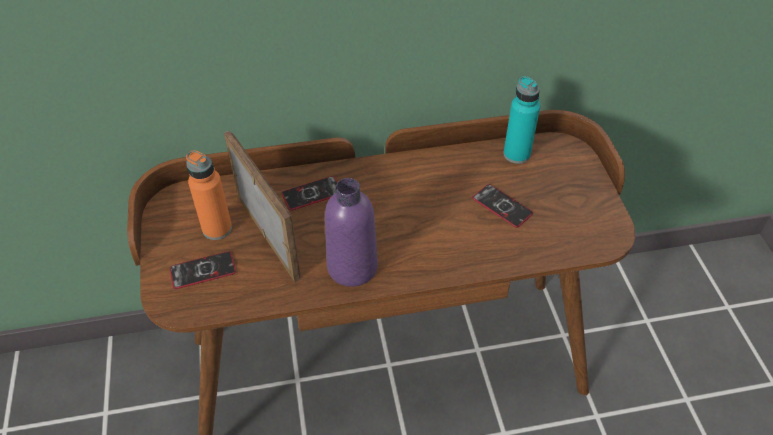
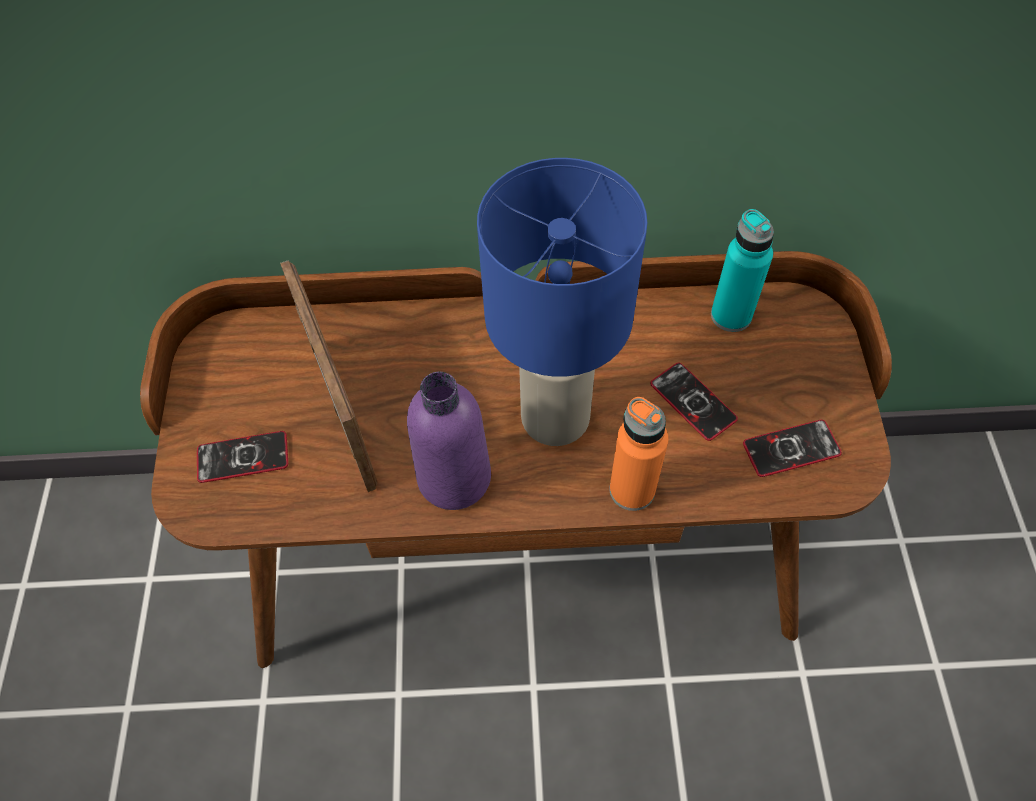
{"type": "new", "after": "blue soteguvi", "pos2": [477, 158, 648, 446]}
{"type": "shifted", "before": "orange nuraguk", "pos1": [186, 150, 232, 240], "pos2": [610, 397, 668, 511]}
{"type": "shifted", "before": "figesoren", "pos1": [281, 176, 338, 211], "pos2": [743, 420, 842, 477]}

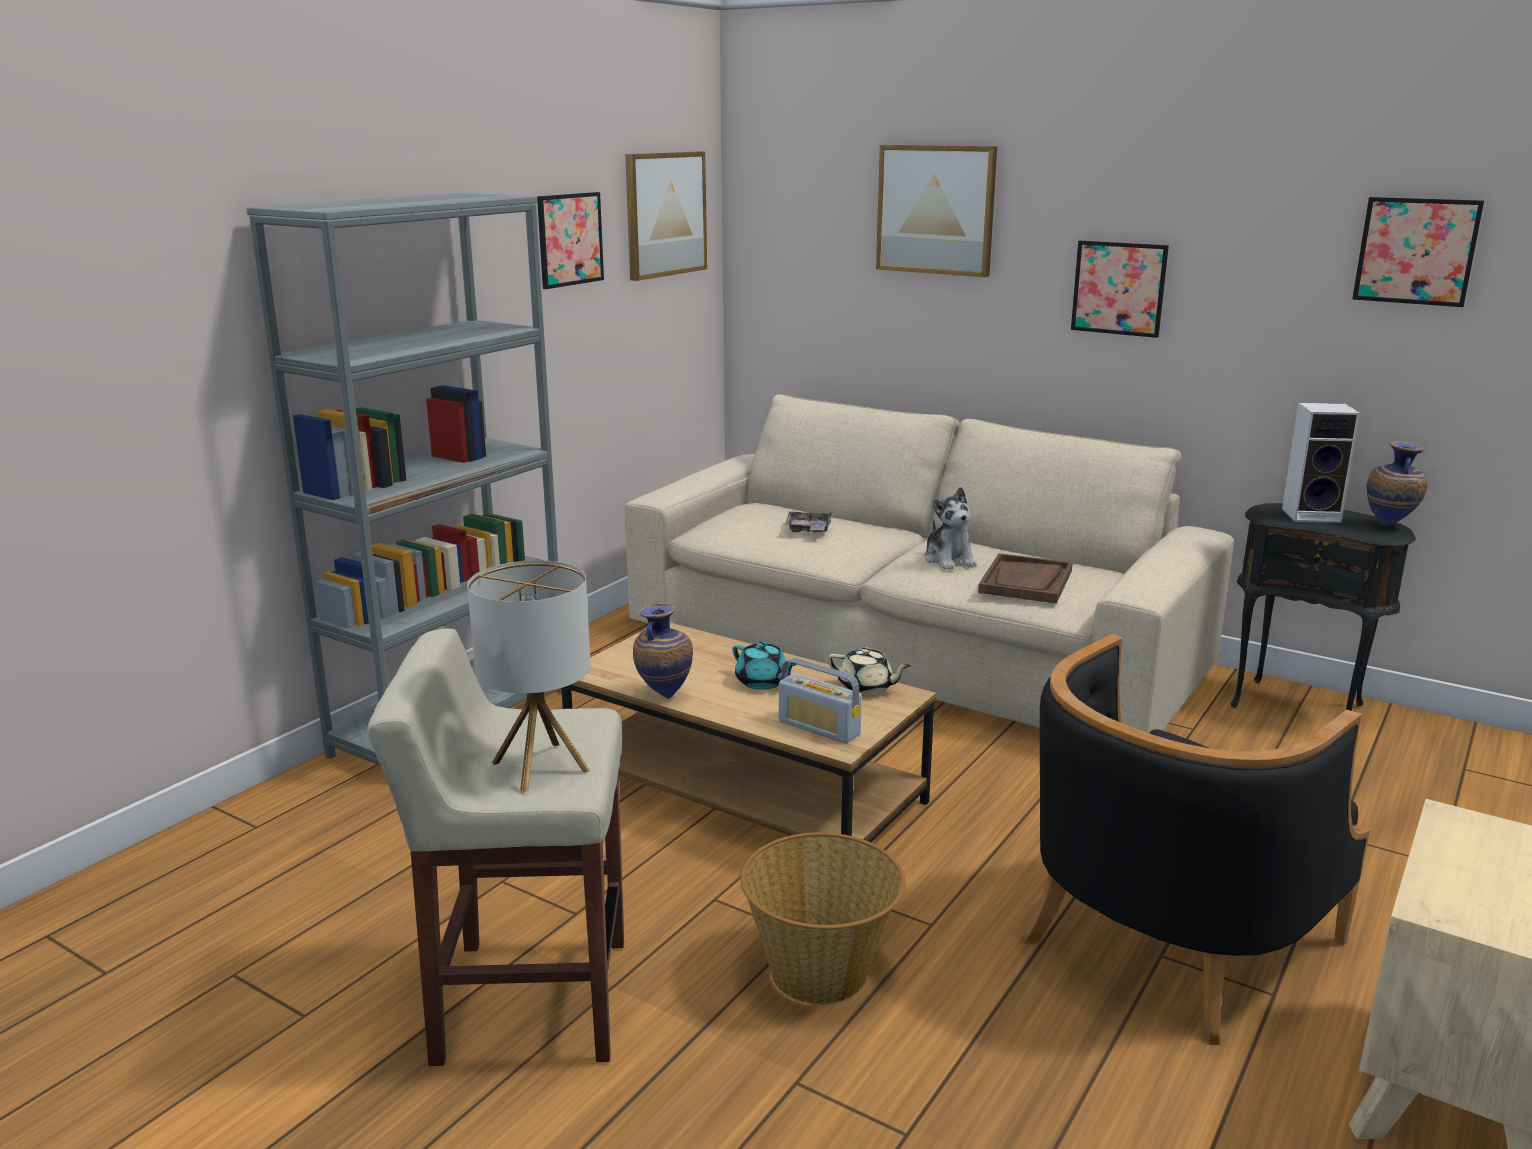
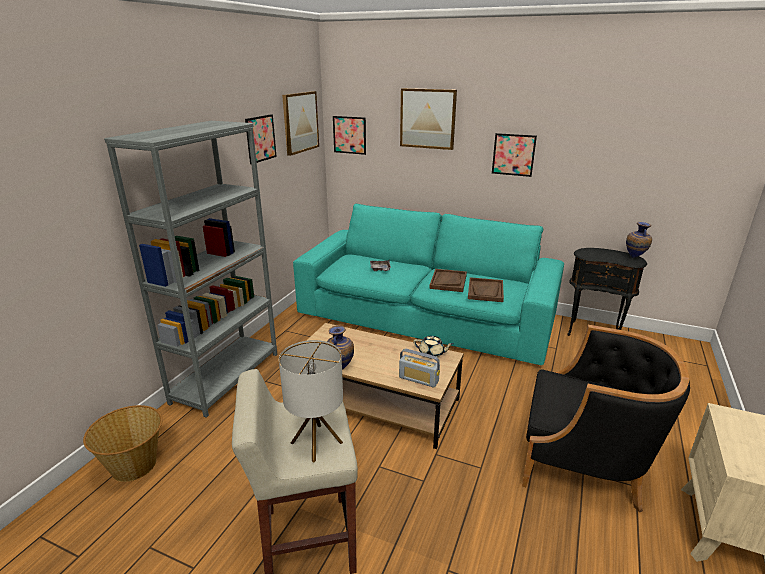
{"type": "gone", "before": "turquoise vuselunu", "pos1": [732, 642, 797, 690]}
{"type": "gone", "before": "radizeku", "pos1": [1282, 403, 1360, 523]}
{"type": "shifted", "before": "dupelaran", "pos1": [740, 832, 906, 1005], "pos2": [83, 405, 163, 482]}
{"type": "shifted", "before": "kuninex", "pos1": [1352, 197, 1484, 307], "pos2": [333, 116, 366, 155]}
{"type": "swapped", "before": "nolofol", "after": "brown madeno", "pos1": [924, 487, 977, 570], "pos2": [429, 269, 467, 292]}
{"type": "repainted", "before": "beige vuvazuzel", "after": "turquoise vuvazuzel", "pos1": [625, 394, 1234, 733], "pos2": [293, 204, 564, 365]}
{"type": "rotated", "before": "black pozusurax", "pos1": [1022, 633, 1370, 1045], "pos2": [522, 325, 690, 513], "turn": -105}

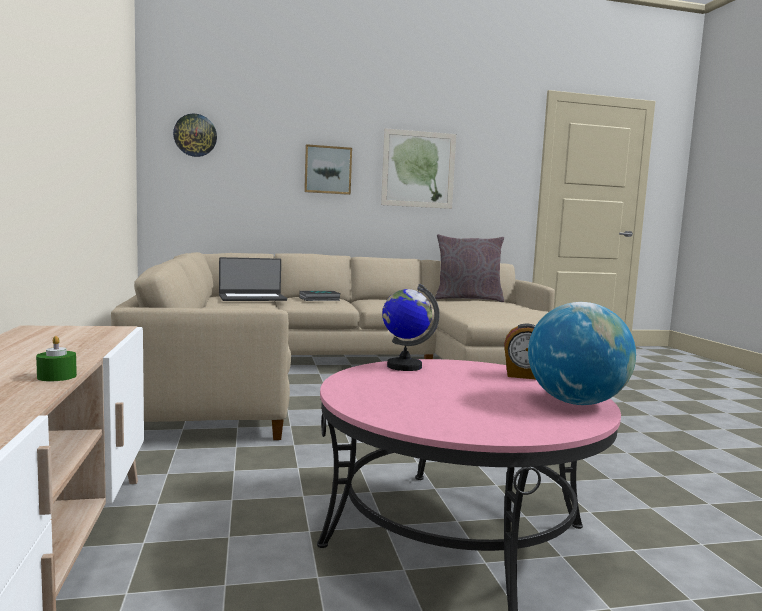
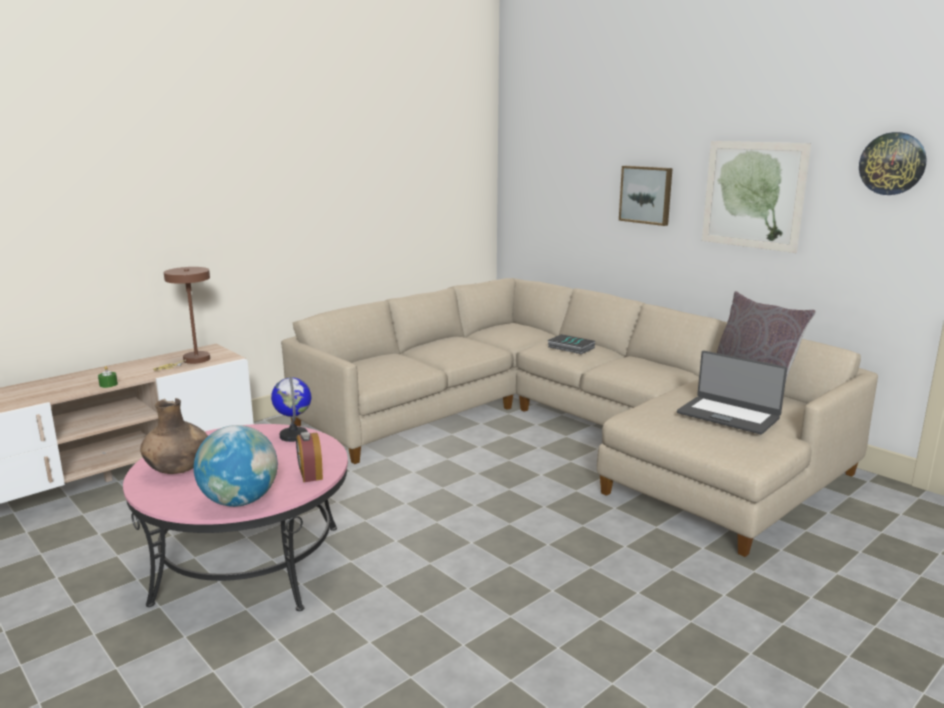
{"type": "new", "after": "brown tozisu", "pos2": [140, 398, 208, 474]}
{"type": "new", "after": "brown soteguvi", "pos2": [153, 267, 210, 371]}
{"type": "shifted", "before": "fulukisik", "pos1": [173, 114, 217, 157], "pos2": [859, 132, 927, 195]}
{"type": "shifted", "before": "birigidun", "pos1": [219, 257, 287, 301], "pos2": [677, 351, 787, 435]}

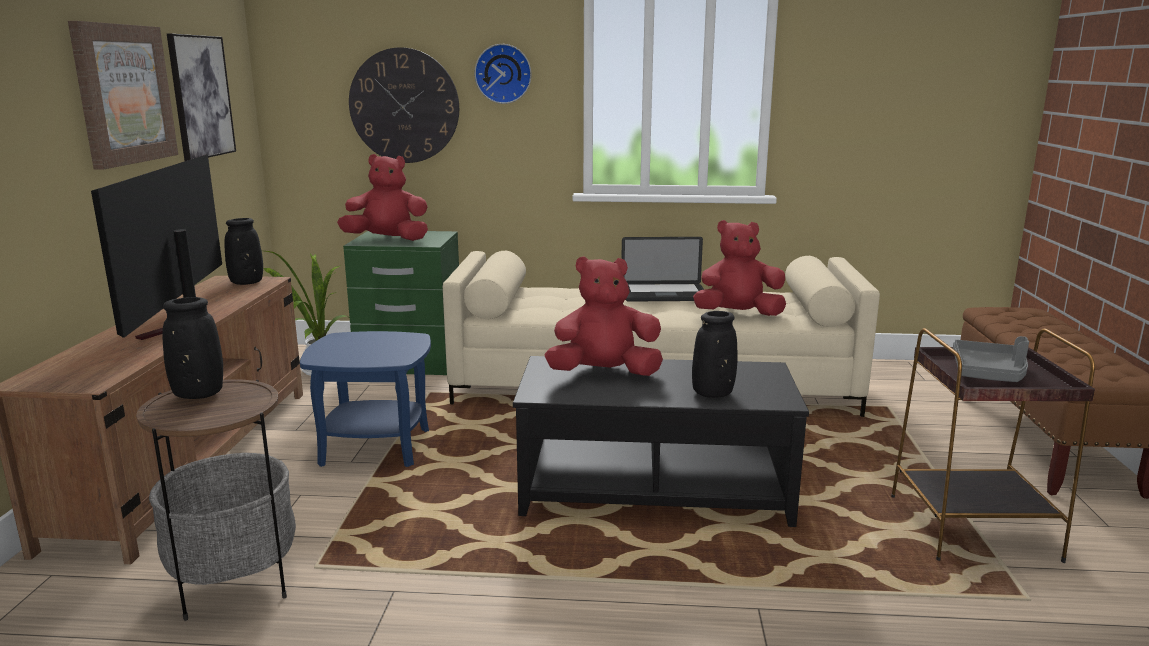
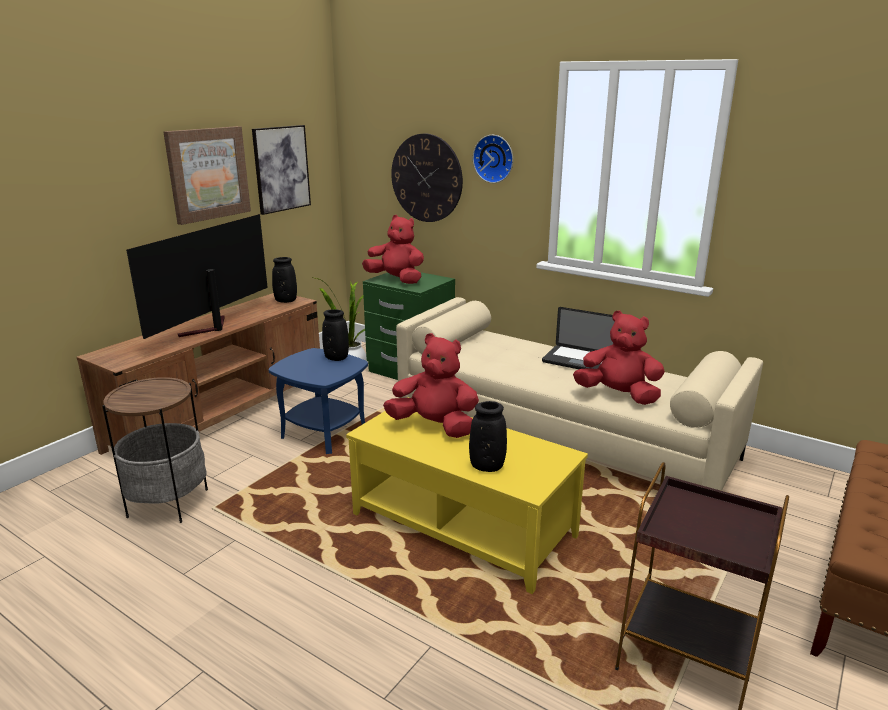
{"type": "gone", "before": "grey madeno", "pos1": [953, 336, 1029, 382]}
{"type": "shifted", "before": "black tozisu", "pos1": [162, 297, 223, 399], "pos2": [322, 309, 349, 361]}
{"type": "repainted", "before": "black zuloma", "after": "yellow zuloma", "pos1": [513, 356, 809, 527], "pos2": [346, 397, 588, 594]}

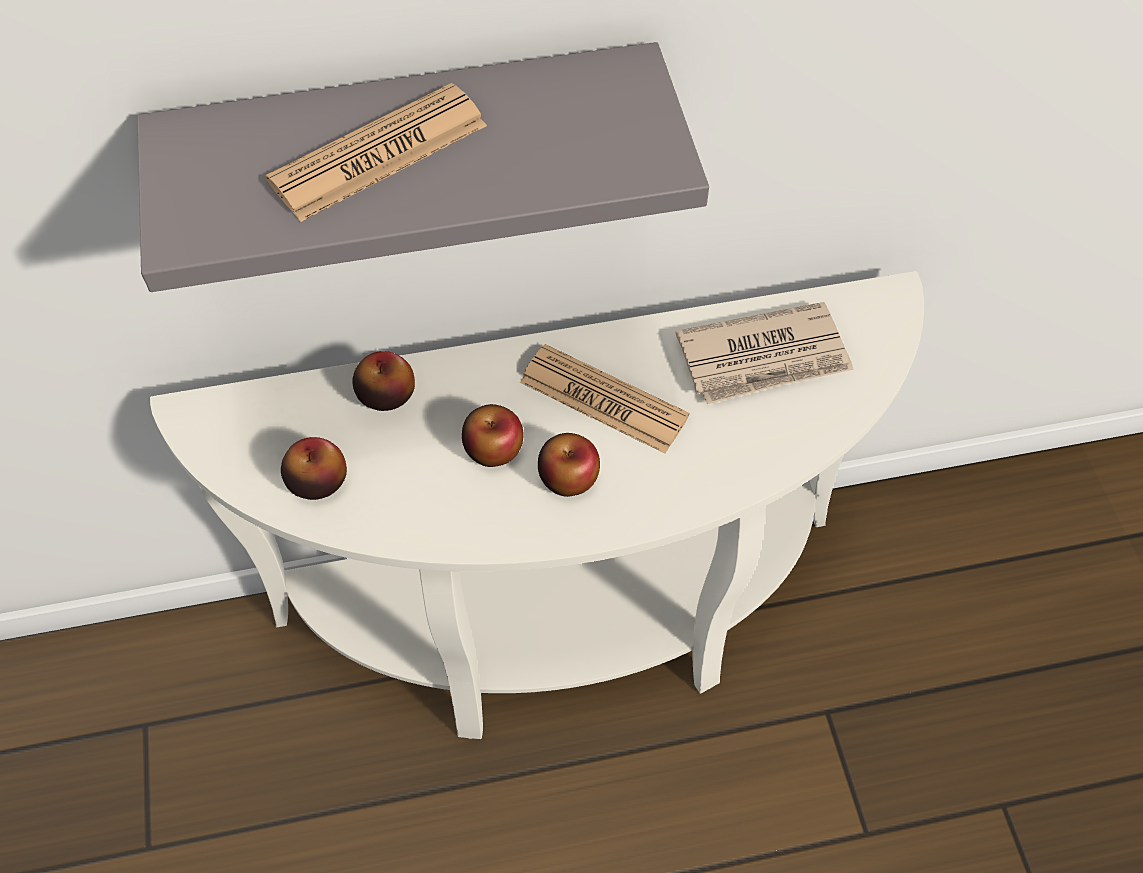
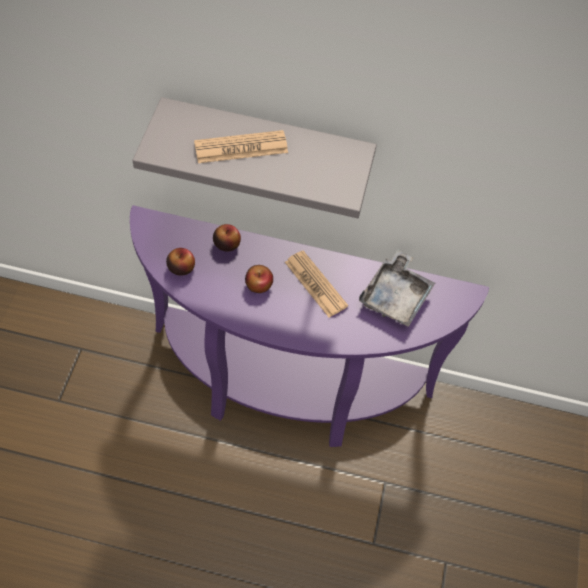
{"type": "gone", "before": "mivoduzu", "pos1": [538, 433, 600, 497]}
{"type": "swapped", "before": "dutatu", "after": "grey madeno", "pos1": [676, 302, 854, 404], "pos2": [359, 250, 435, 327]}
{"type": "repainted", "before": "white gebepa", "after": "purple gebepa", "pos1": [150, 271, 924, 739], "pos2": [130, 205, 489, 447]}

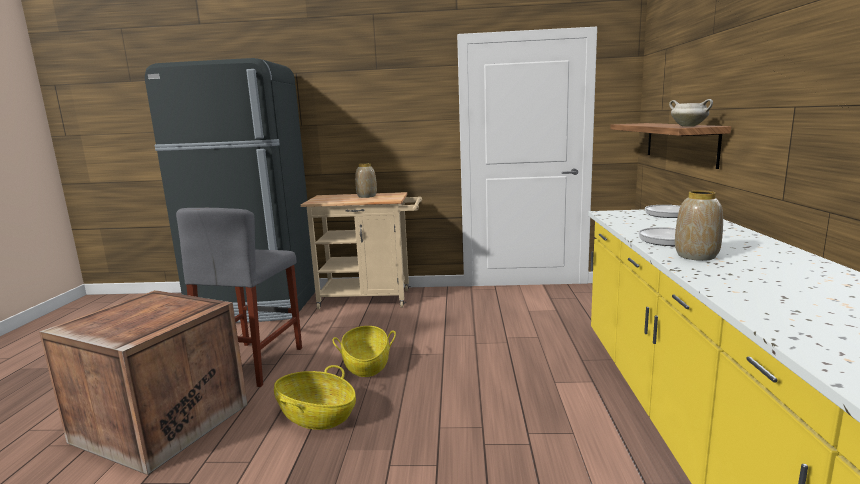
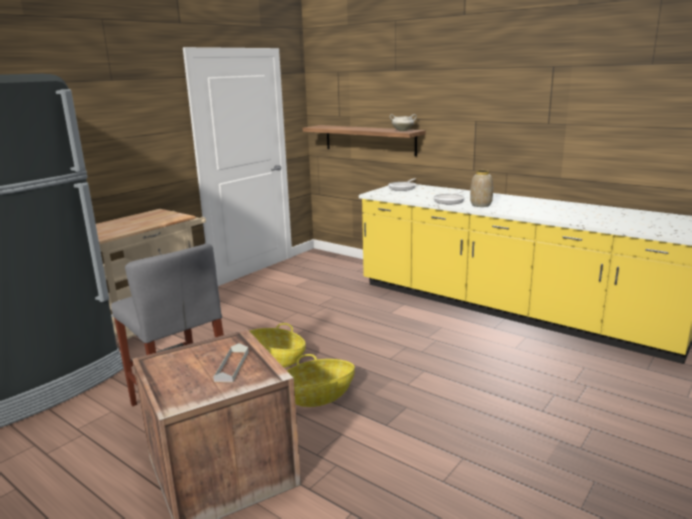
{"type": "gone", "before": "tozisu", "pos1": [355, 163, 377, 198]}
{"type": "new", "after": "grey madeno", "pos2": [213, 343, 249, 382]}

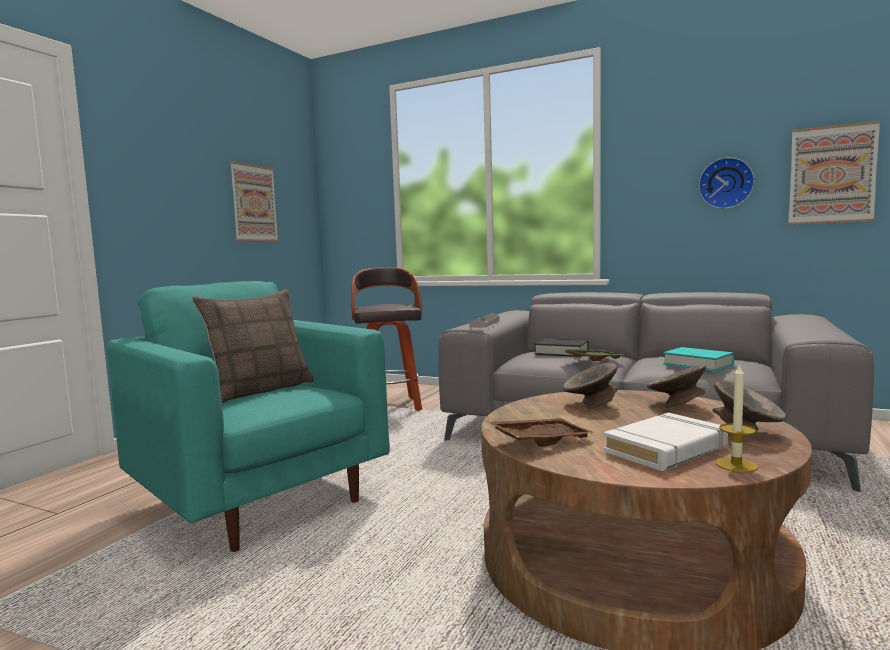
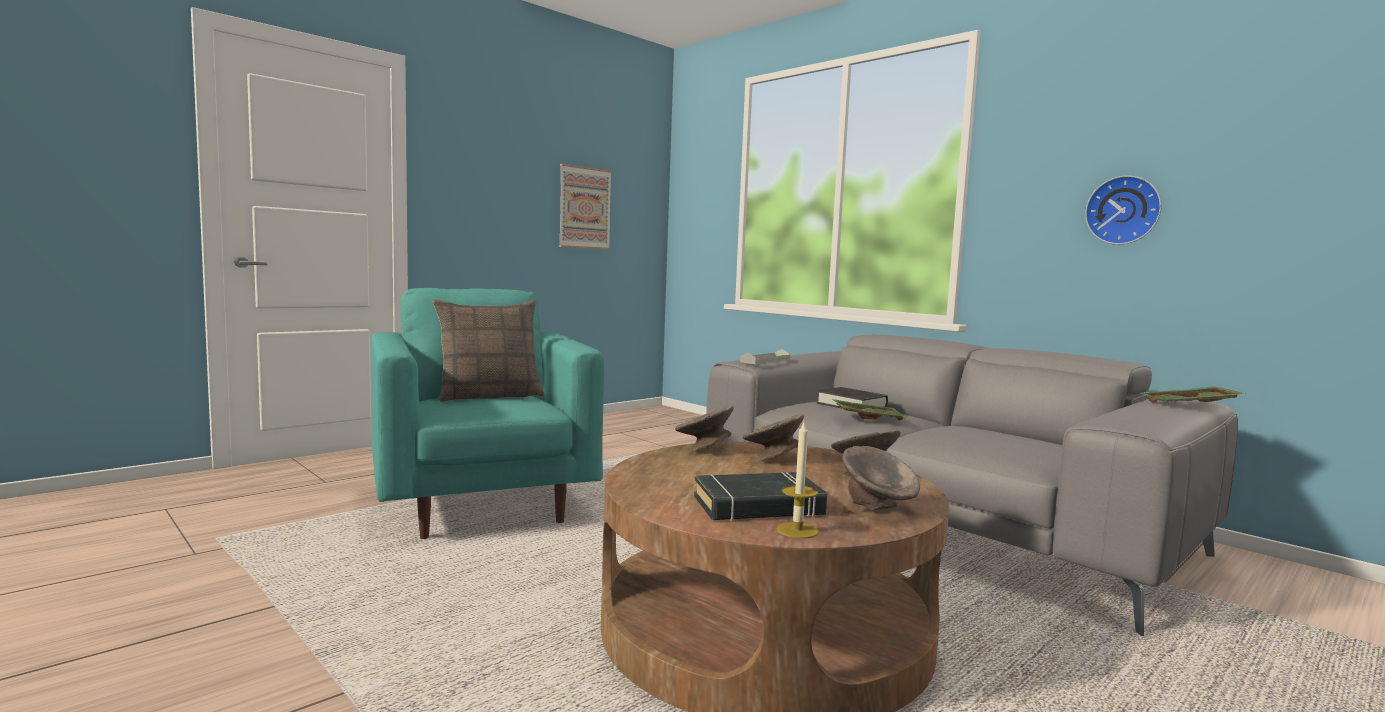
{"type": "gone", "before": "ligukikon", "pos1": [351, 267, 422, 411]}
{"type": "gone", "before": "brown madeno", "pos1": [488, 418, 595, 447]}
{"type": "gone", "before": "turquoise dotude", "pos1": [663, 347, 734, 372]}
{"type": "gone", "before": "kuninex", "pos1": [788, 121, 880, 225]}
{"type": "new", "after": "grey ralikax", "pos2": [675, 405, 734, 452]}
{"type": "new", "after": "green madeno", "pos2": [1141, 387, 1246, 403]}
{"type": "repainted", "before": "white dotude", "after": "black dotude", "pos1": [604, 413, 728, 471], "pos2": [694, 472, 827, 521]}

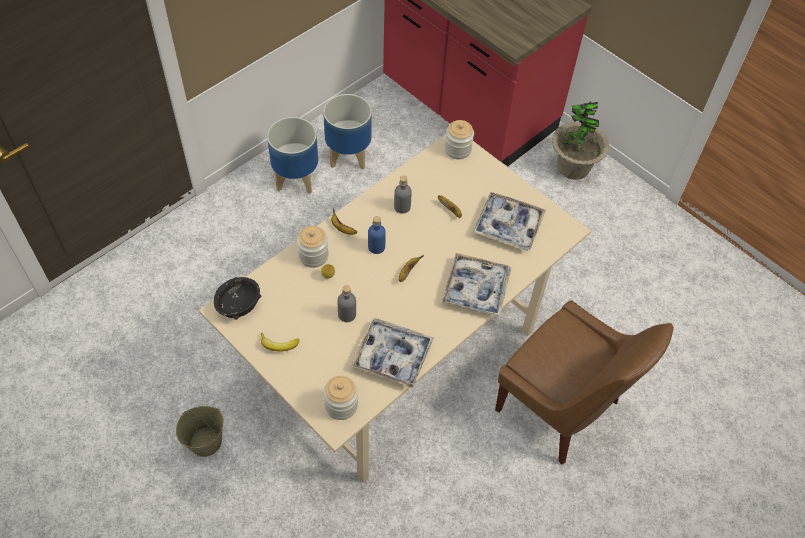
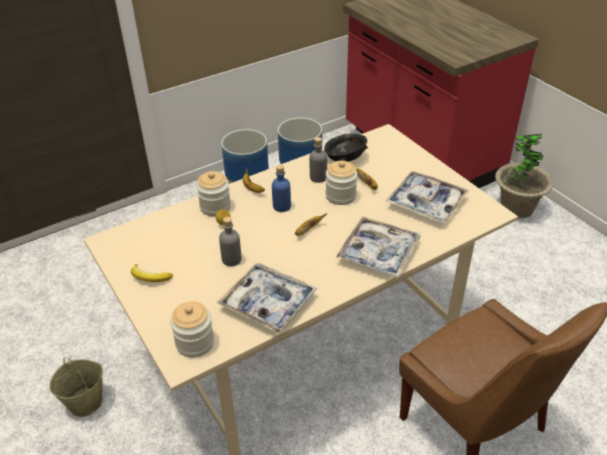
{"type": "shifted", "before": "black ralikax", "pos1": [214, 277, 262, 320], "pos2": [324, 134, 368, 162]}
{"type": "shifted", "before": "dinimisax", "pos1": [445, 120, 474, 159], "pos2": [326, 161, 357, 205]}

